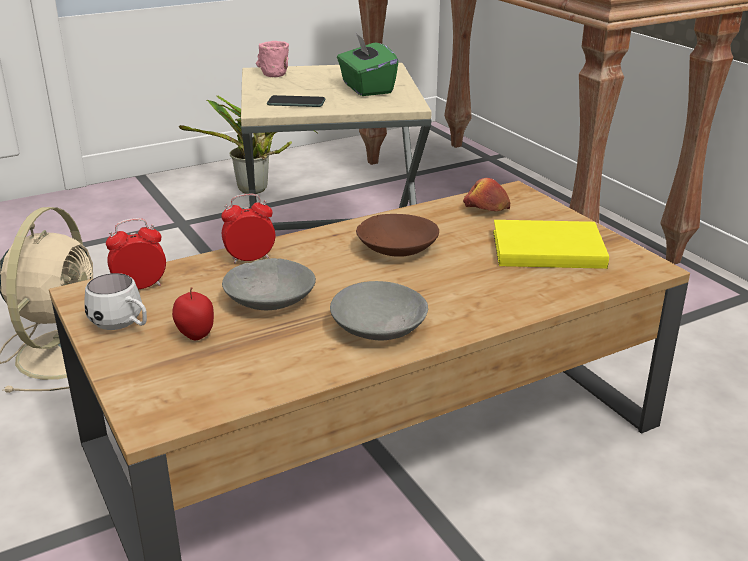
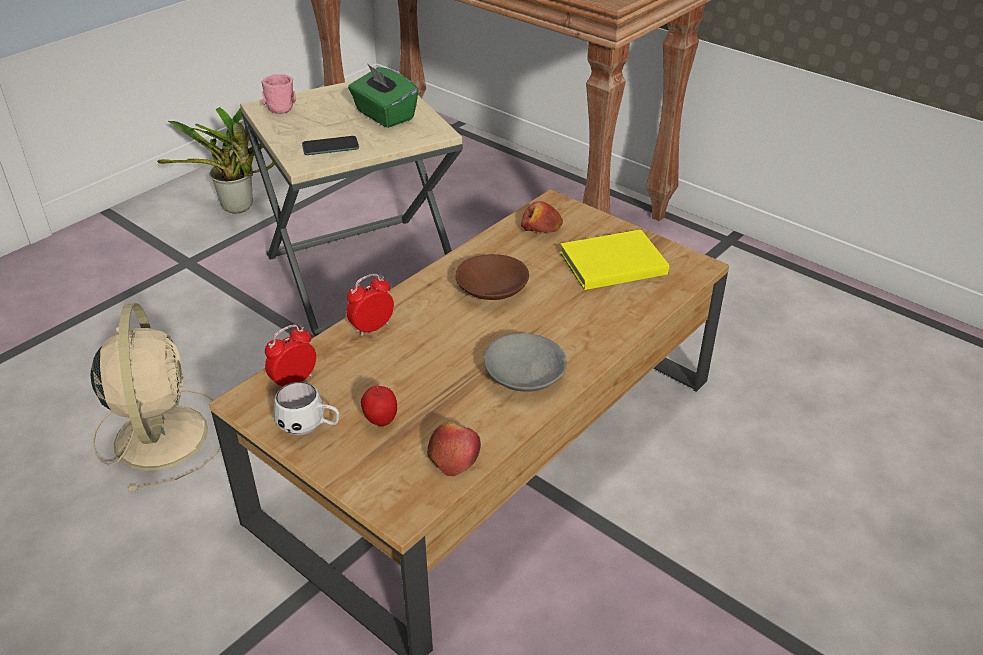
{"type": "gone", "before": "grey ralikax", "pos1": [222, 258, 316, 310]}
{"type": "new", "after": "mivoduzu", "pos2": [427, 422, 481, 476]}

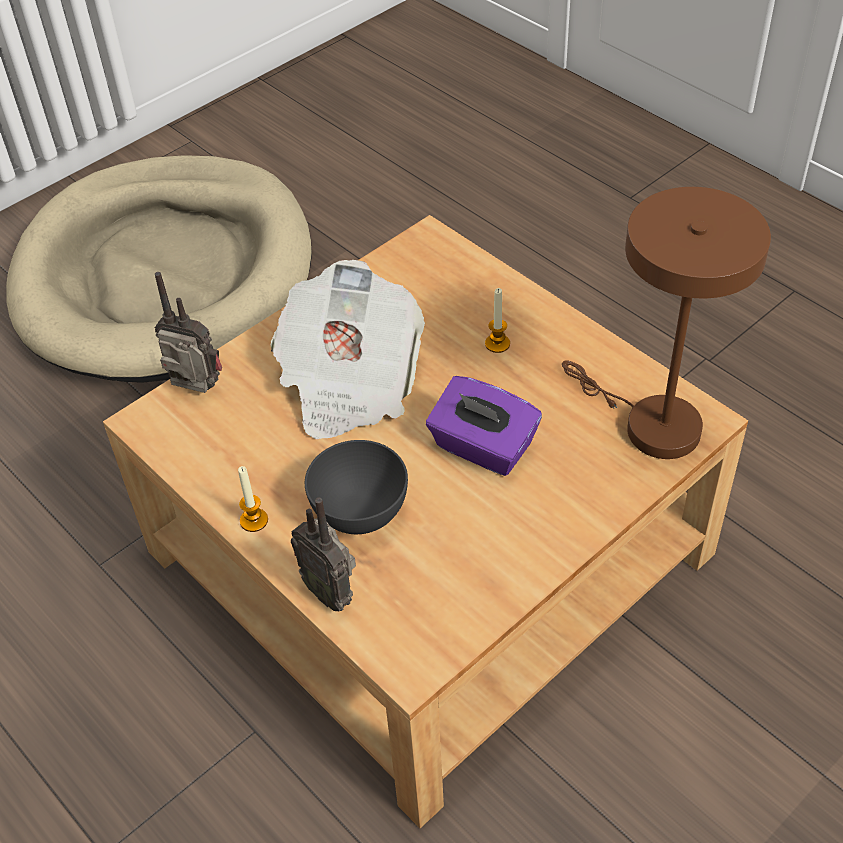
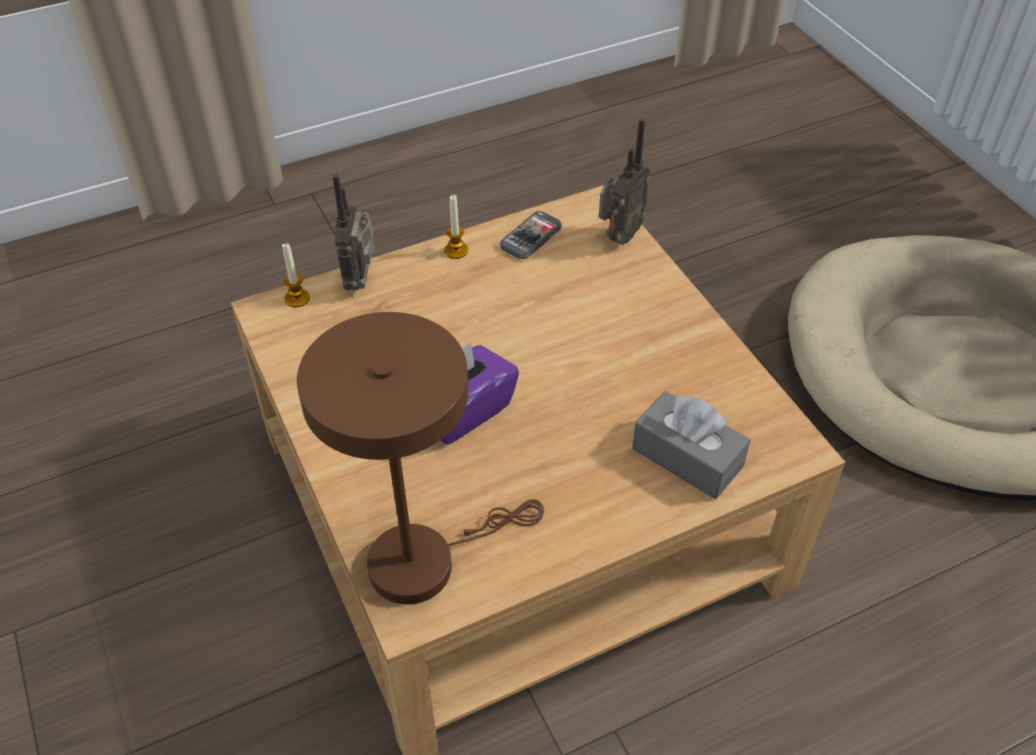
{"type": "gone", "before": "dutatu", "pos1": [271, 260, 425, 439]}
{"type": "gone", "before": "grey ralikax", "pos1": [305, 440, 408, 534]}
{"type": "new", "after": "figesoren", "pos2": [500, 211, 562, 259]}
{"type": "new", "after": "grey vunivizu", "pos2": [632, 391, 751, 499]}
{"type": "shifted", "before": "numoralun", "pos1": [485, 288, 510, 353], "pos2": [282, 243, 310, 307]}
{"type": "rotated", "before": "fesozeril", "pos1": [291, 498, 356, 611], "pos2": [333, 174, 375, 290], "turn": -60}

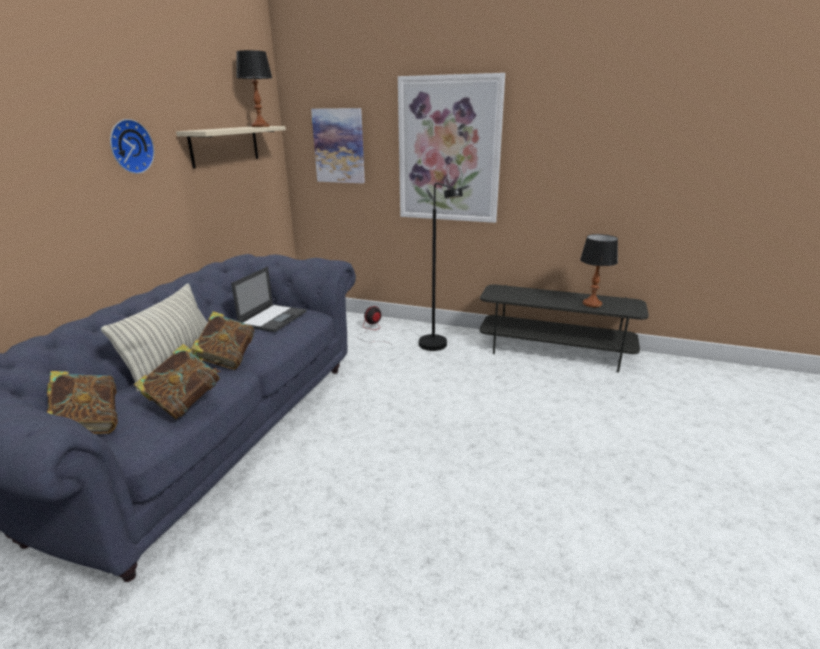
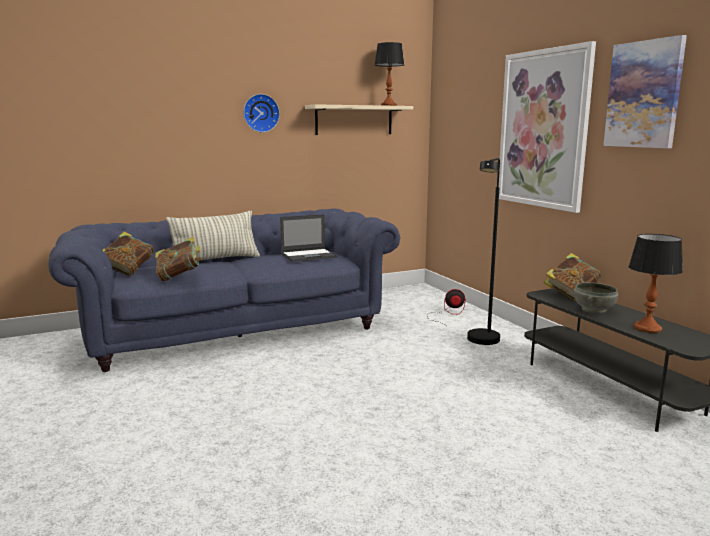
{"type": "new", "after": "grey ralikax", "pos2": [573, 282, 618, 313]}
{"type": "shifted", "before": "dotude", "pos1": [191, 311, 254, 370], "pos2": [544, 253, 601, 300]}
{"type": "shifted", "before": "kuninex", "pos1": [311, 108, 365, 183], "pos2": [603, 35, 687, 148]}

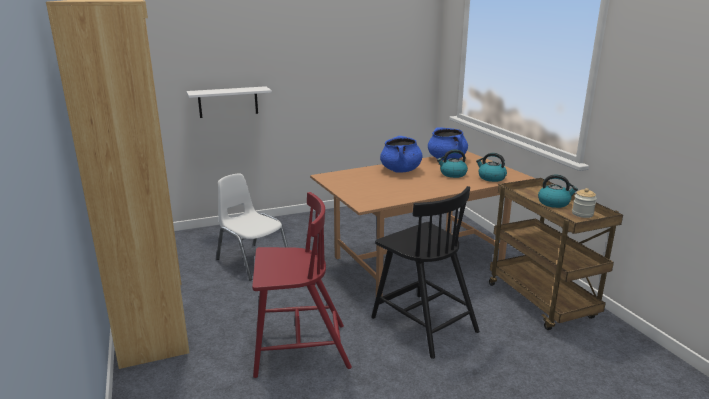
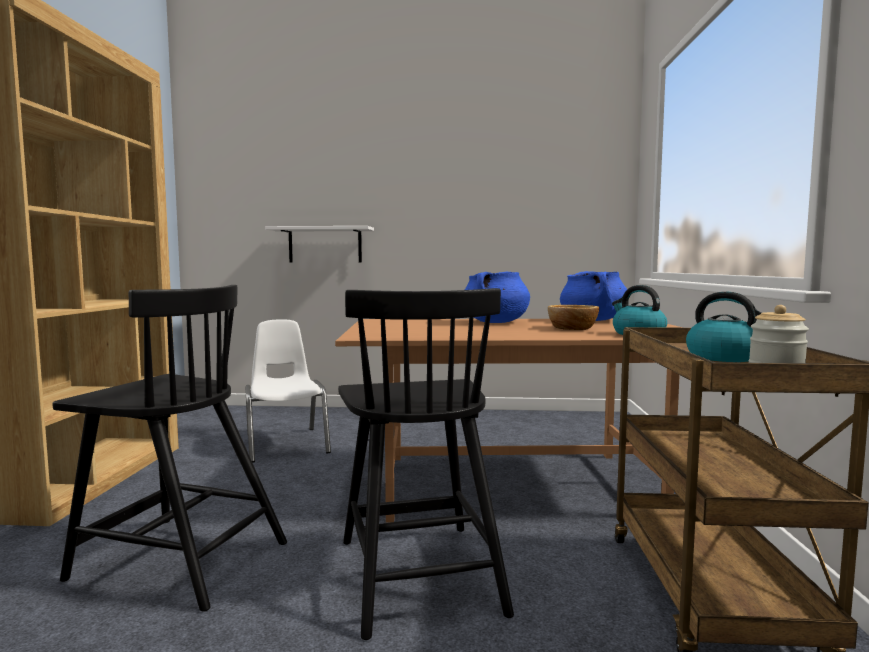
{"type": "swapped", "before": "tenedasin", "after": "ralikax", "pos1": [437, 149, 468, 178], "pos2": [548, 305, 599, 330]}
{"type": "repainted", "before": "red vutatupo", "after": "black vutatupo", "pos1": [252, 192, 352, 378], "pos2": [53, 285, 287, 612]}

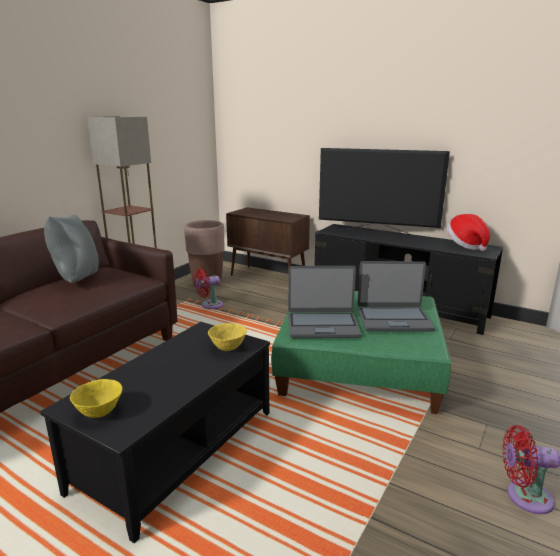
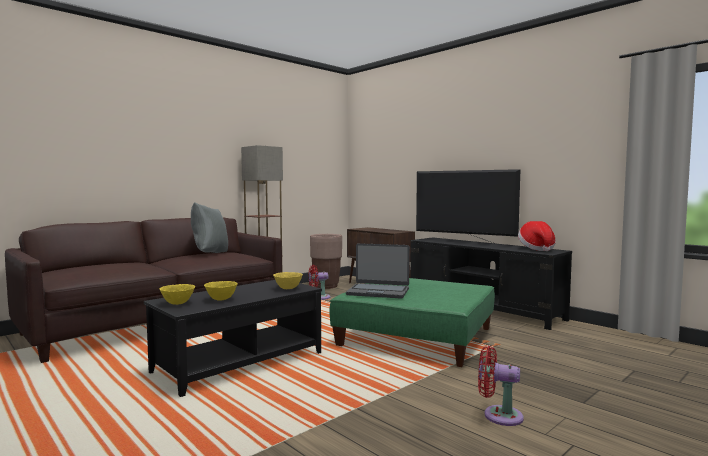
{"type": "gone", "before": "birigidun", "pos1": [358, 261, 435, 332]}
{"type": "new", "after": "yellow ralikax", "pos2": [204, 281, 238, 301]}

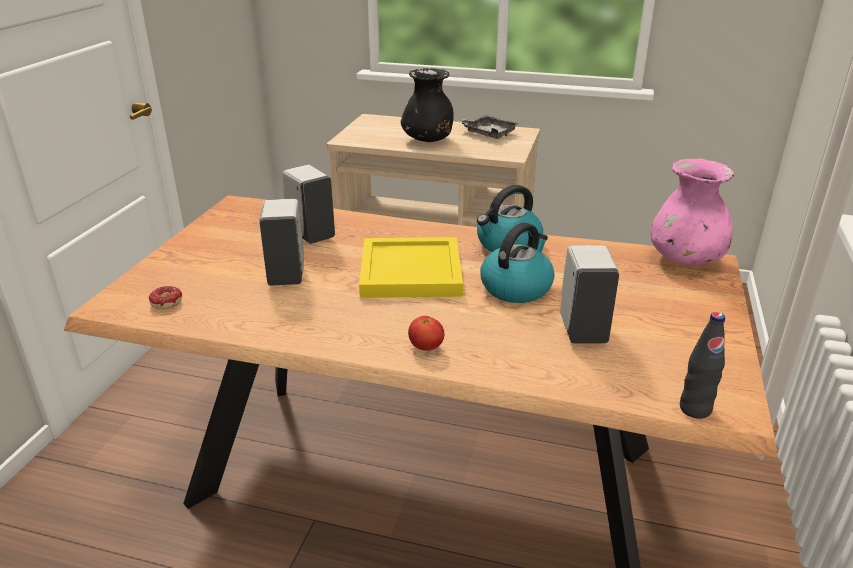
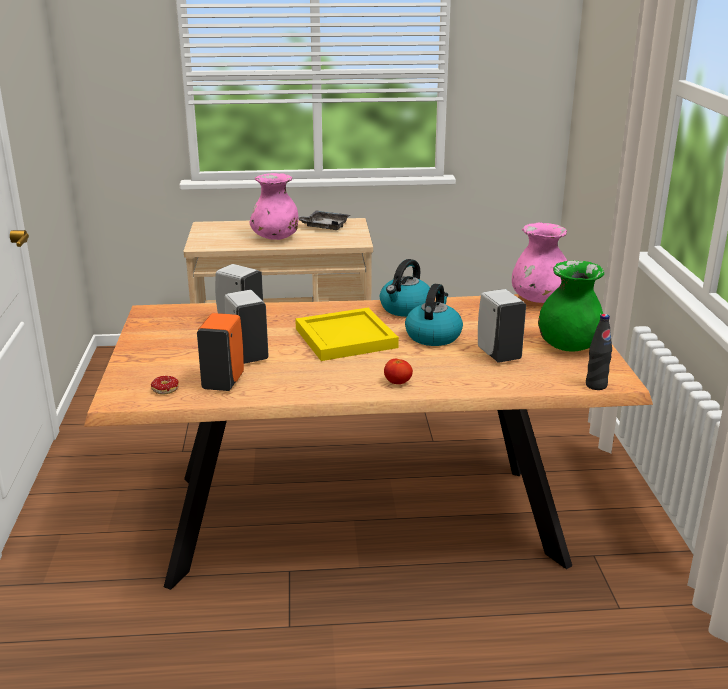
{"type": "new", "after": "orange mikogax", "pos2": [197, 313, 244, 391]}
{"type": "new", "after": "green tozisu", "pos2": [538, 261, 604, 352]}
{"type": "repainted", "before": "black tozisu", "after": "pink tozisu", "pos1": [401, 68, 453, 142], "pos2": [250, 173, 299, 240]}

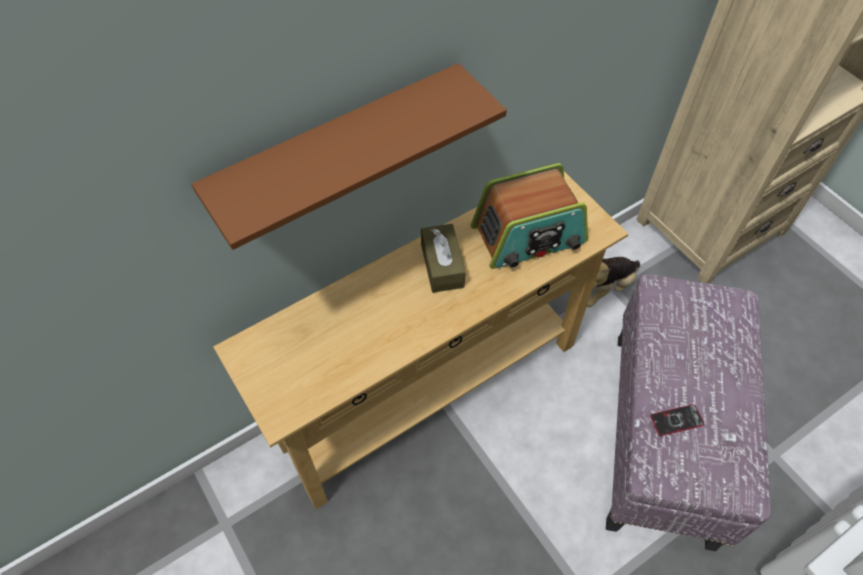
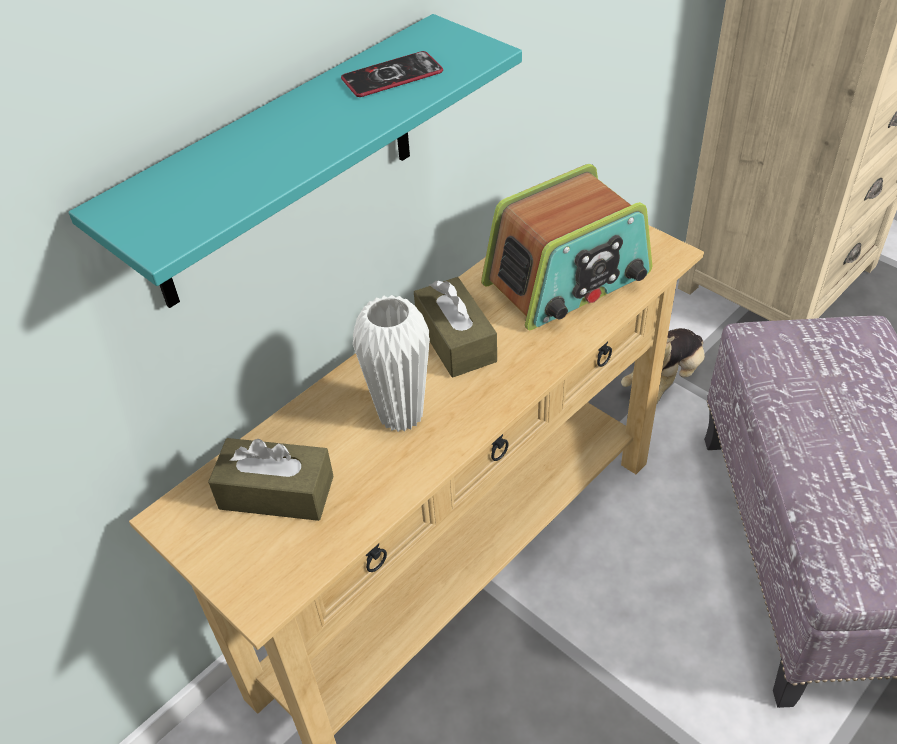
{"type": "new", "after": "brown vunivizu", "pos2": [208, 438, 334, 521]}
{"type": "new", "after": "white tozisu", "pos2": [353, 295, 430, 432]}
{"type": "shifted", "before": "figesoren", "pos1": [650, 404, 704, 436], "pos2": [341, 51, 443, 97]}
{"type": "repainted", "before": "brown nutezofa", "after": "turquoise nutezofa", "pos1": [192, 63, 507, 250], "pos2": [69, 14, 522, 308]}

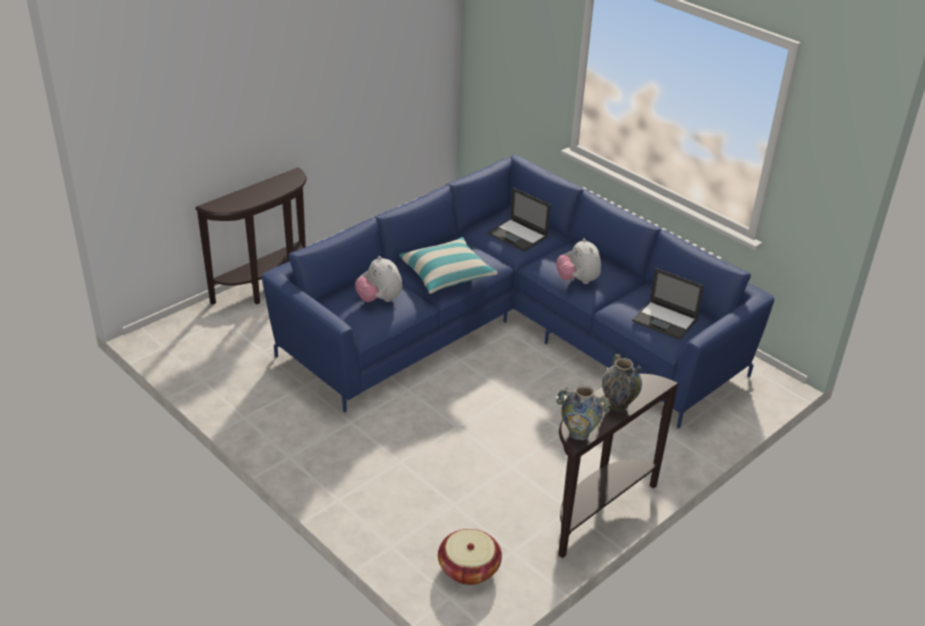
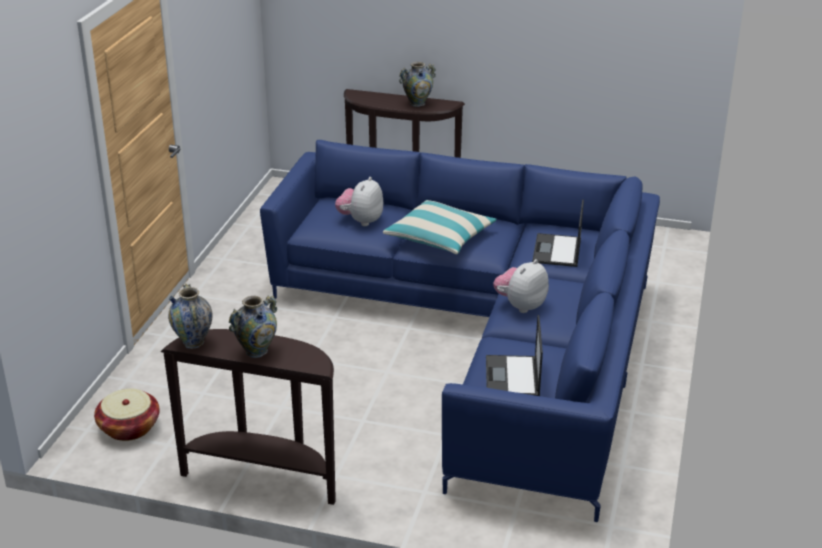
{"type": "new", "after": "tozisu", "pos2": [399, 62, 436, 107]}

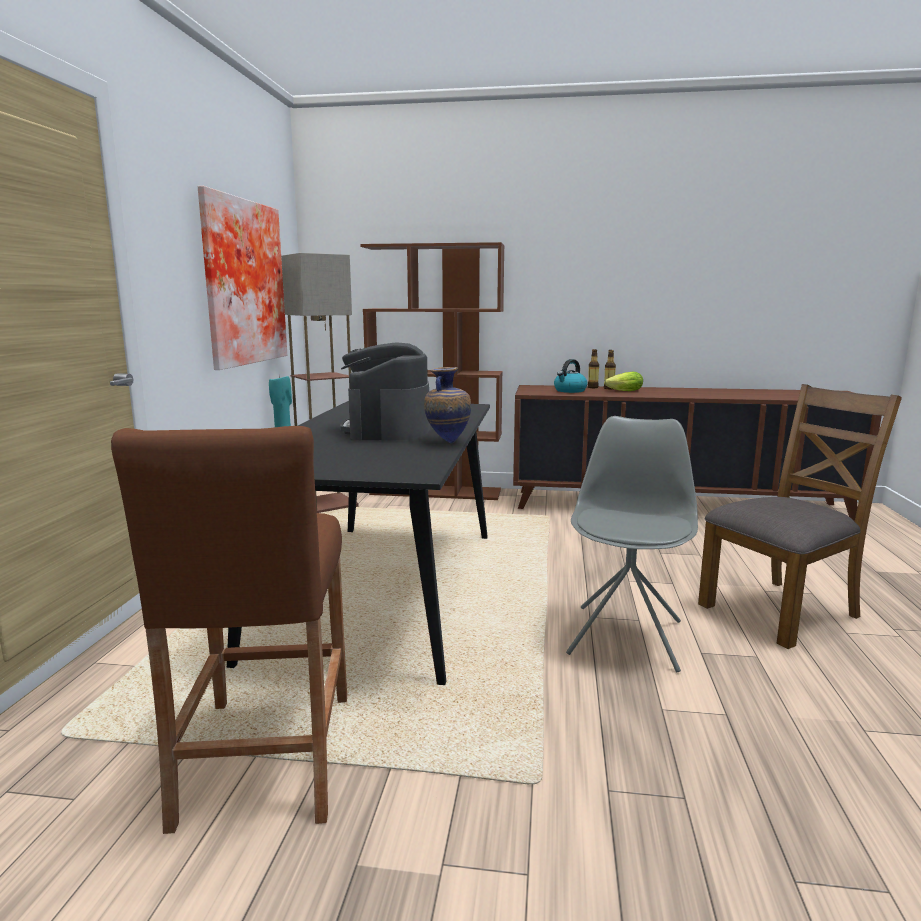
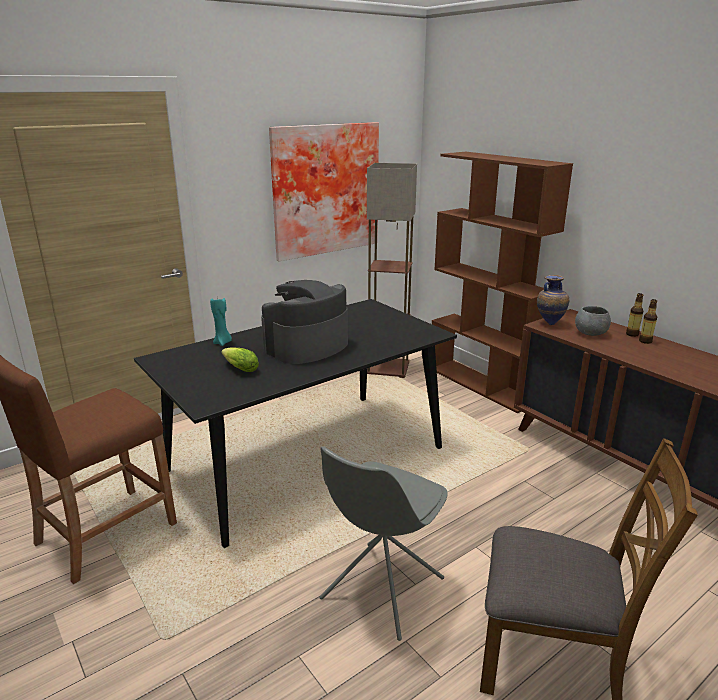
{"type": "shifted", "before": "tozisu", "pos1": [424, 367, 471, 444], "pos2": [537, 275, 569, 325]}
{"type": "shifted", "before": "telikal", "pos1": [604, 372, 643, 391], "pos2": [221, 348, 259, 372]}
{"type": "swapped", "before": "tenedasin", "after": "grey ralikax", "pos1": [554, 359, 588, 393], "pos2": [575, 306, 611, 336]}
{"type": "rotated", "before": "grey vutatupo", "pos1": [566, 416, 698, 672], "pos2": [319, 446, 448, 641], "turn": 150}

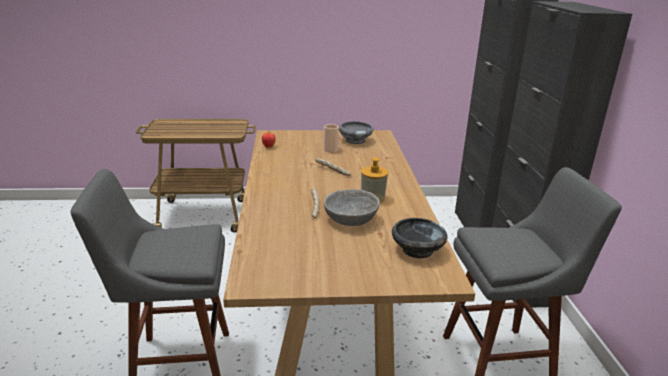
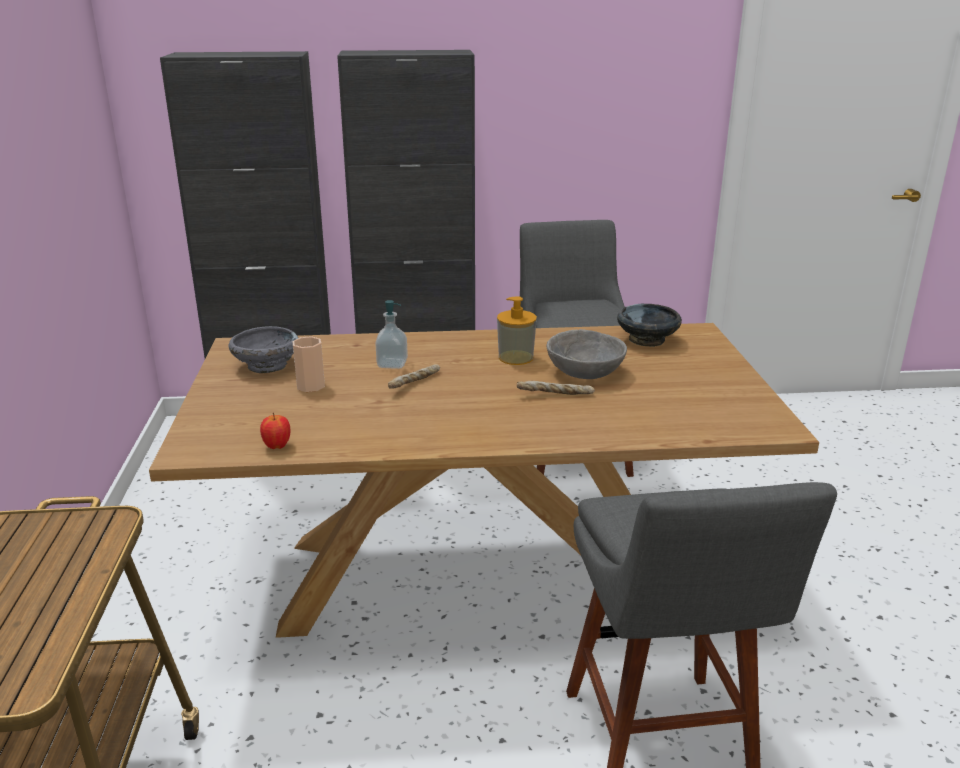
{"type": "new", "after": "mikogax", "pos2": [375, 300, 408, 369]}

